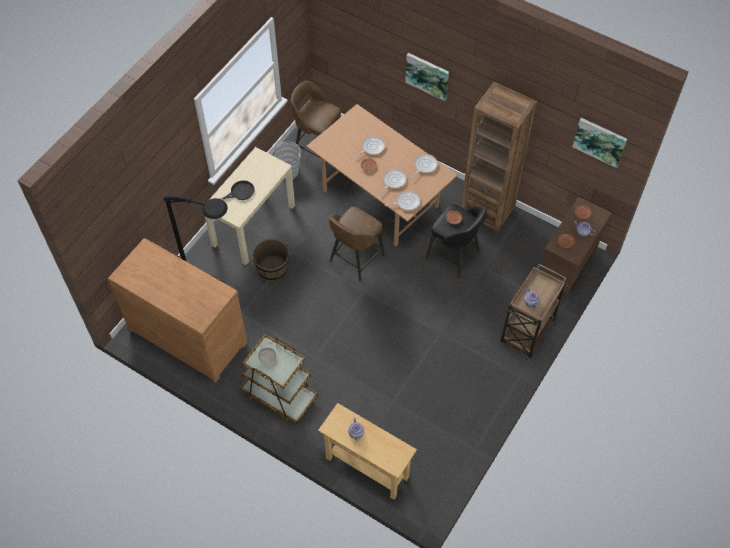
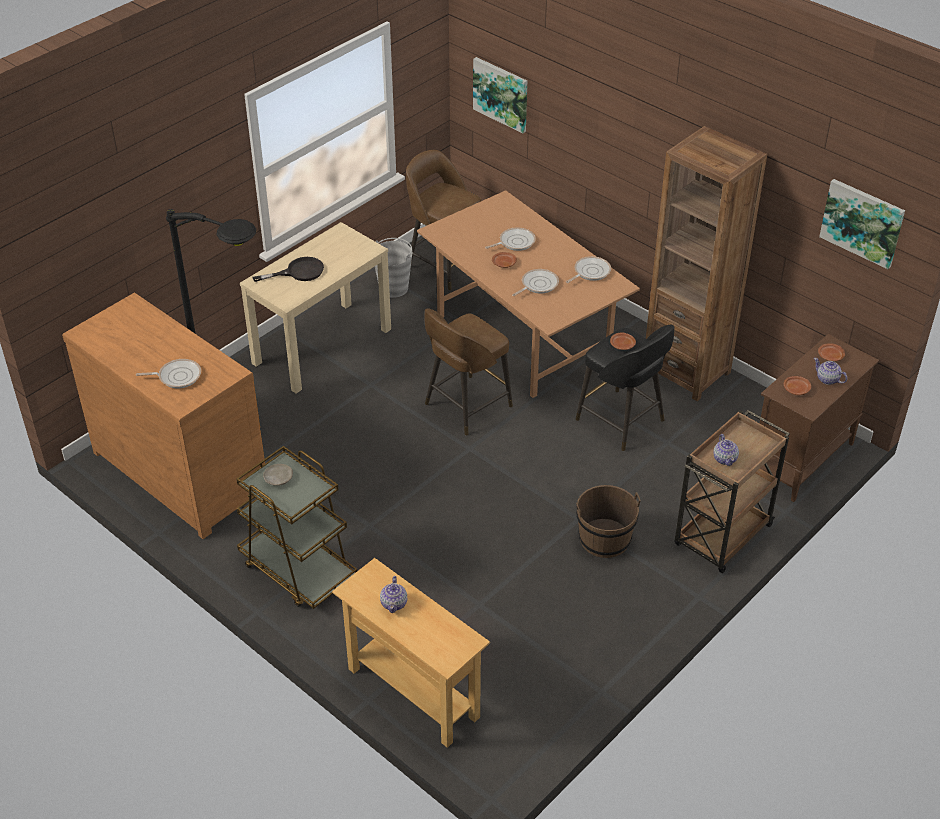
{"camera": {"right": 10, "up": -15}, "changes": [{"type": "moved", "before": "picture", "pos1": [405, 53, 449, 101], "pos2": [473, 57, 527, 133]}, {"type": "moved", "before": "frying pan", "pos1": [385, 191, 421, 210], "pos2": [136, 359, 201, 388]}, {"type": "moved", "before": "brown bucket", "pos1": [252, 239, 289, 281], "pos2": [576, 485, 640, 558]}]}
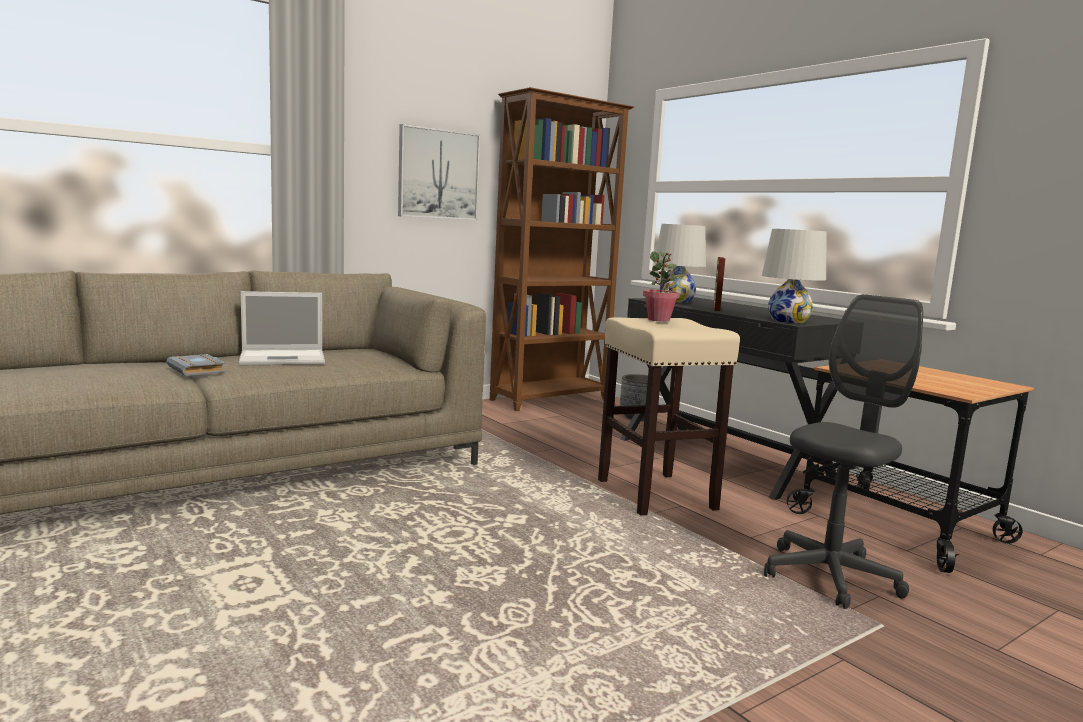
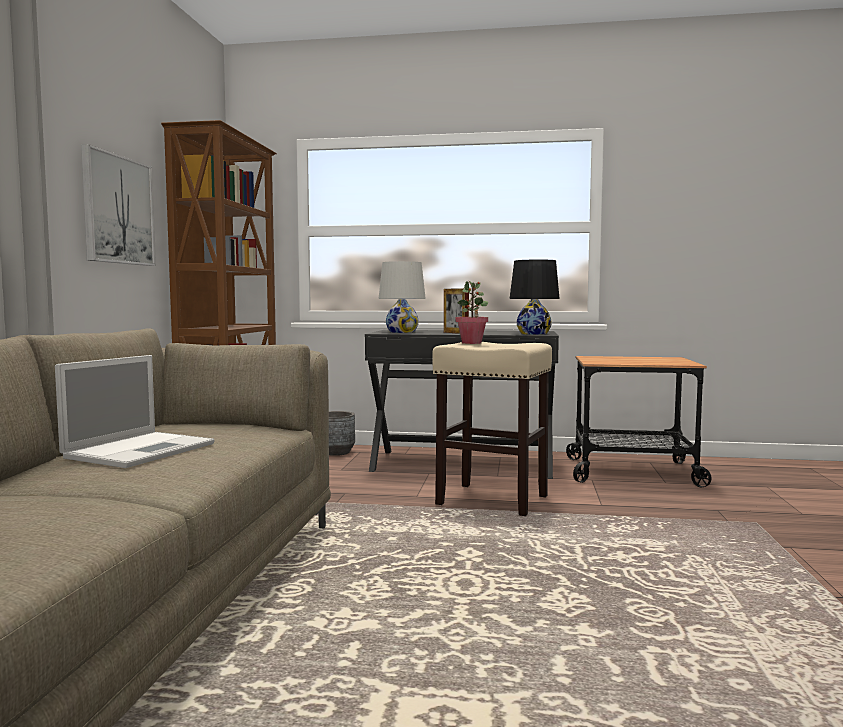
{"camera": {"right": -45, "up": -5}, "changes": [{"type": "recoloured", "before": "white table lamp", "after": "black table lamp", "pos1": [762, 229, 826, 323], "pos2": [510, 259, 560, 335]}, {"type": "removed", "before": "grey office chair", "pos1": [764, 294, 923, 609]}, {"type": "removed", "before": "grey book", "pos1": [166, 354, 226, 376]}]}
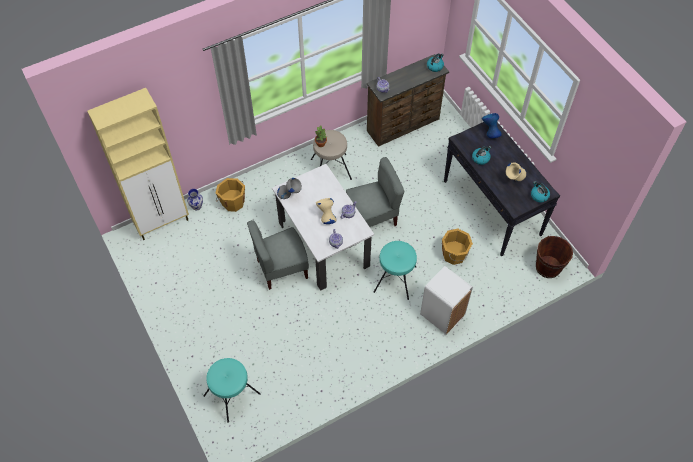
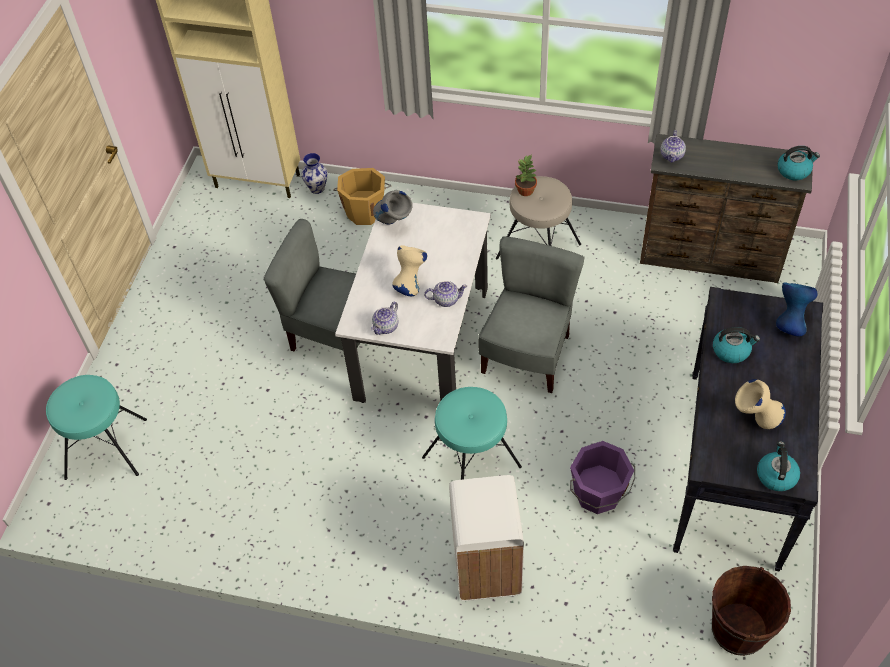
{"camera": {"right": 45, "up": -5}, "changes": [{"type": "turned", "before": "grey chair", "pos1": [346, 157, 404, 227], "pos2": [478, 236, 585, 393], "turn": -90}, {"type": "recoloured", "before": "orange bucket", "after": "purple bucket", "pos1": [442, 229, 473, 265], "pos2": [570, 441, 635, 514]}]}
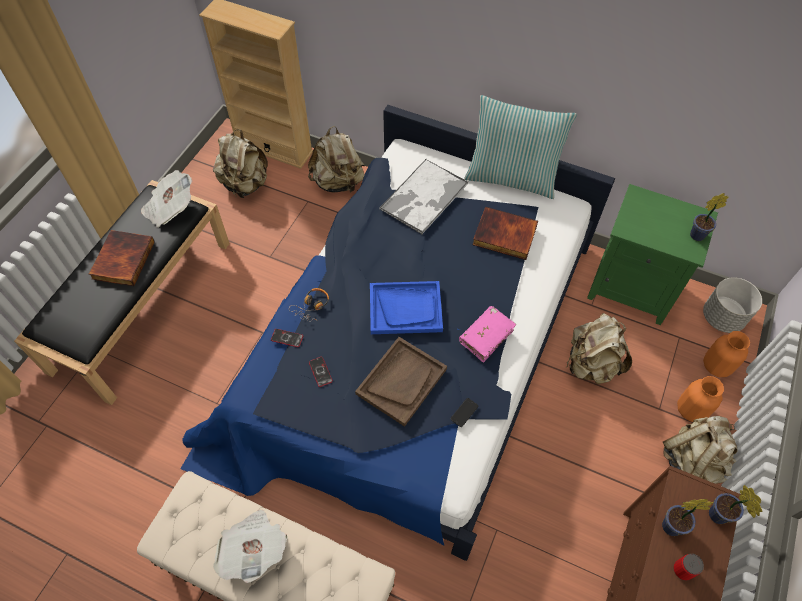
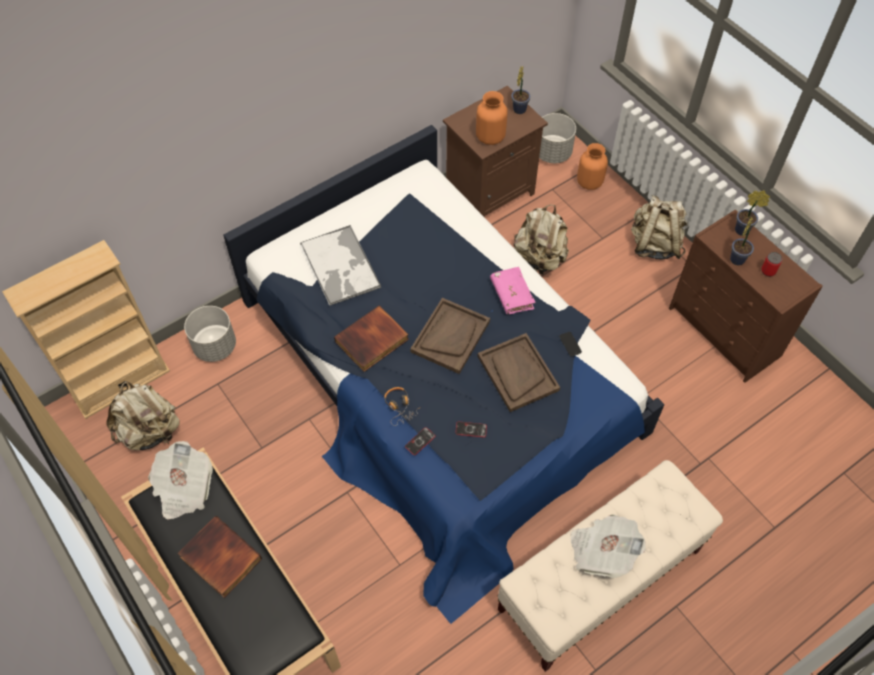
{"camera": {"right": -60, "up": 0}, "changes": [{"type": "removed", "before": "pillow", "pos1": [464, 95, 577, 199]}, {"type": "replaced", "before": "beige backpack", "after": "grey planter", "pos1": [308, 126, 365, 193], "pos2": [184, 306, 236, 362]}, {"type": "recoloured", "before": "green nightstand", "after": "brown nightstand", "pos1": [587, 184, 718, 325], "pos2": [443, 86, 548, 217]}, {"type": "moved", "before": "book", "pos1": [472, 207, 538, 260], "pos2": [334, 305, 409, 372]}, {"type": "recoloured", "before": "blue tray", "after": "brown tray", "pos1": [370, 281, 443, 334], "pos2": [410, 298, 490, 374]}, {"type": "moved", "before": "orange vase", "pos1": [677, 376, 724, 422], "pos2": [476, 91, 508, 145]}]}
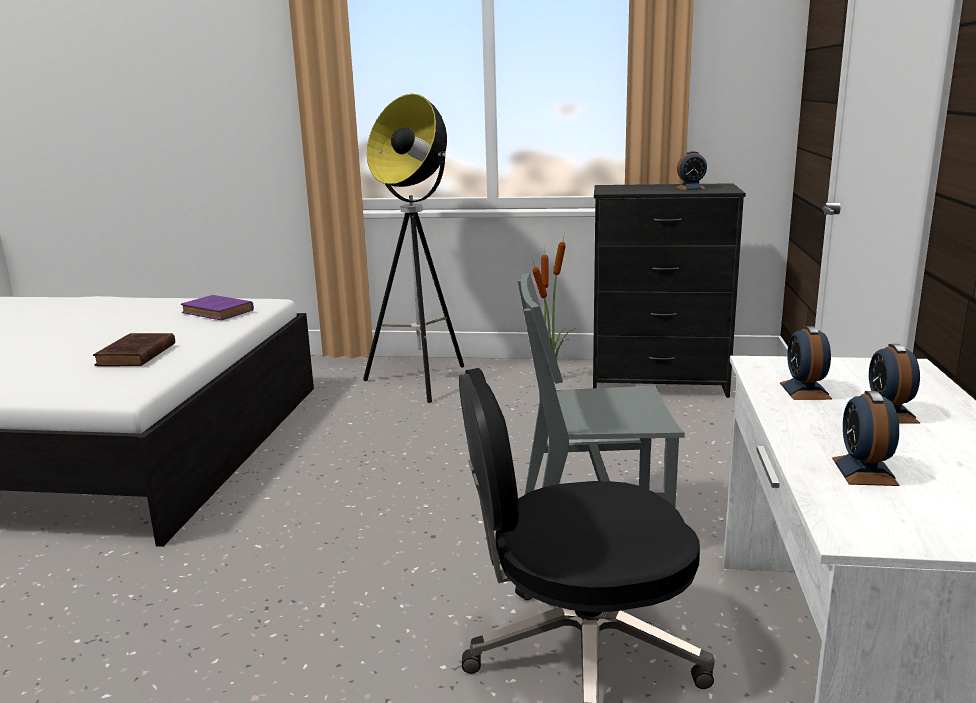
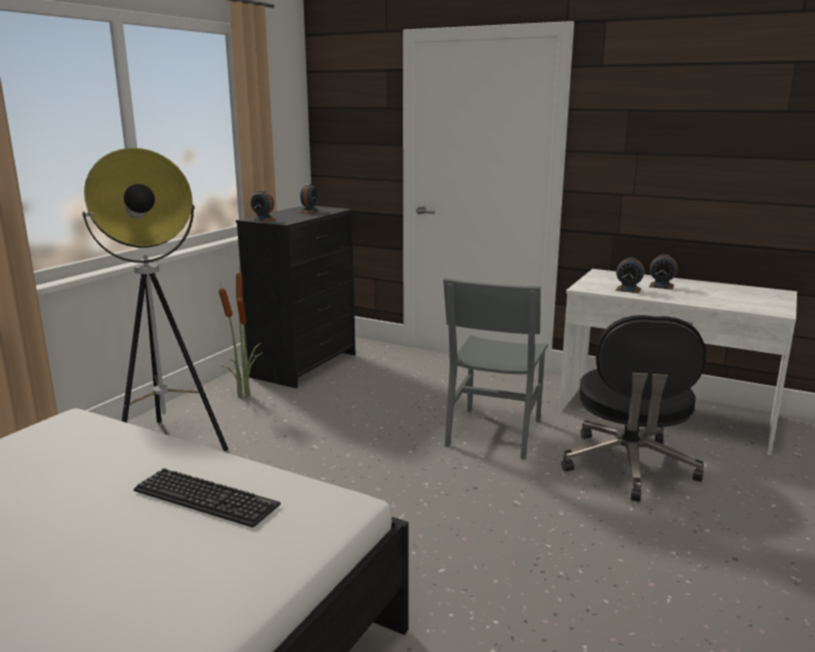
{"camera": {"right": -70, "up": 0}, "changes": [{"type": "removed", "before": "purple book", "pos1": [181, 295, 254, 320]}, {"type": "replaced", "before": "brown book", "after": "keyboard", "pos1": [93, 333, 175, 366], "pos2": [134, 468, 281, 528]}, {"type": "moved", "before": "alarm clock", "pos1": [832, 391, 900, 486], "pos2": [251, 190, 277, 222]}]}
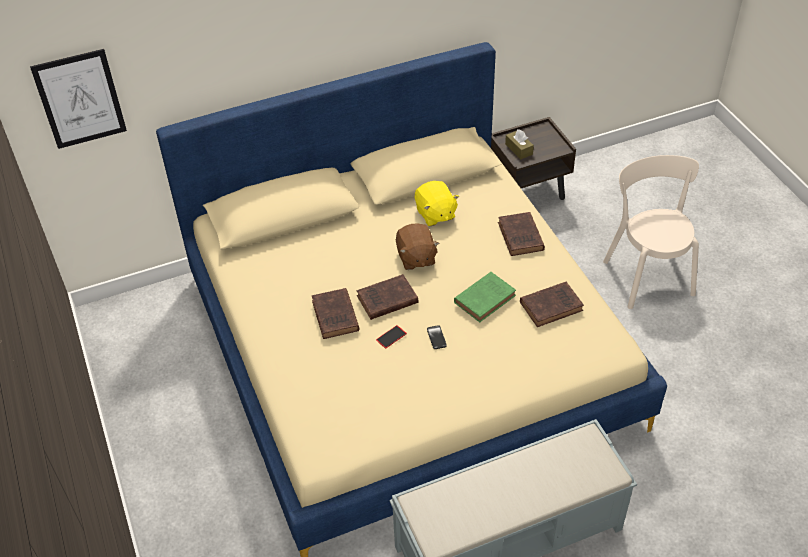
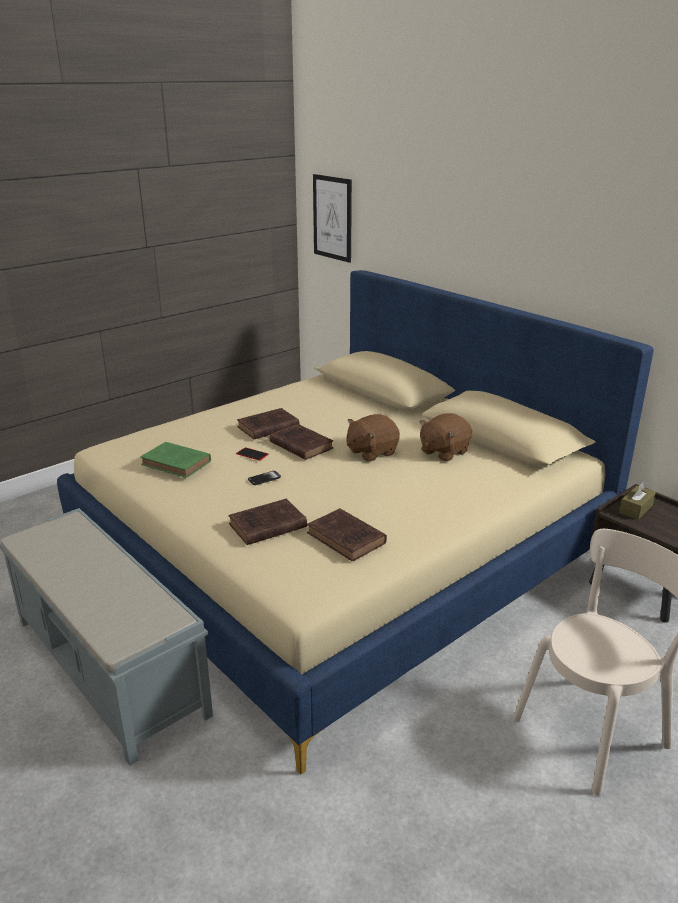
{"camera": {"right": 70, "up": -20}, "changes": [{"type": "recoloured", "before": "yellow plush toy", "after": "brown plush toy", "pos1": [415, 181, 459, 226], "pos2": [420, 413, 472, 462]}, {"type": "moved", "before": "brown book", "pos1": [498, 212, 545, 256], "pos2": [228, 499, 307, 545]}, {"type": "moved", "before": "green book", "pos1": [454, 272, 516, 322], "pos2": [141, 442, 211, 478]}]}
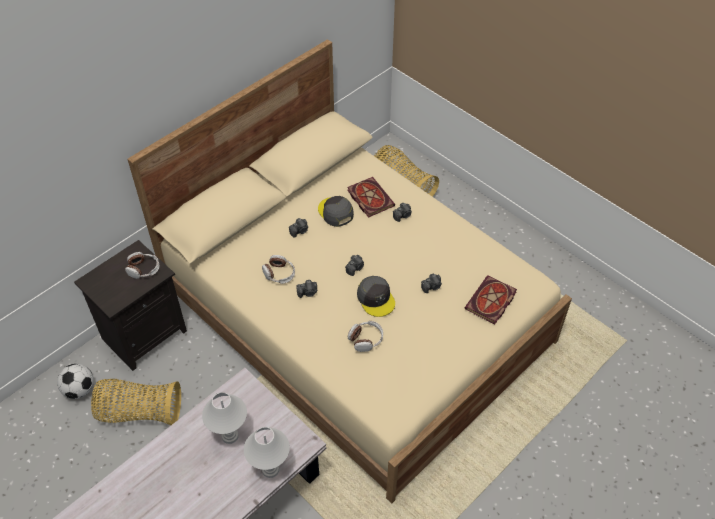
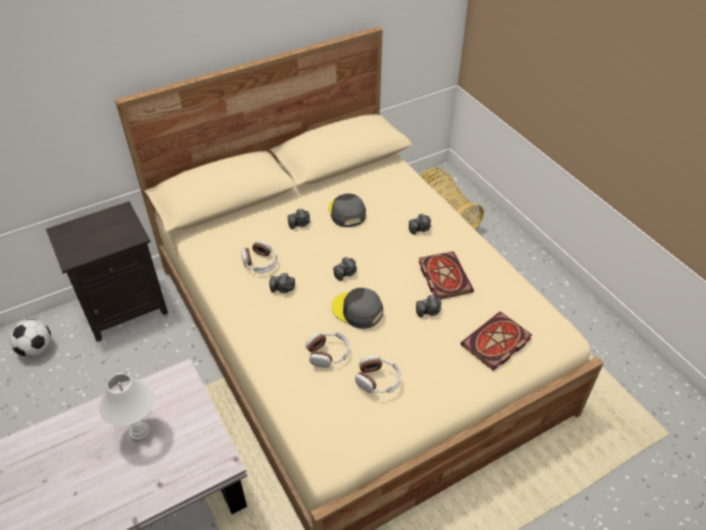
{"camera": {"right": 15, "up": -5}, "changes": [{"type": "moved", "before": "book", "pos1": [347, 177, 395, 218], "pos2": [418, 251, 474, 299]}, {"type": "moved", "before": "headphones", "pos1": [125, 252, 160, 279], "pos2": [355, 356, 401, 393]}, {"type": "turned", "before": "grey cap", "pos1": [357, 276, 395, 317], "pos2": [332, 288, 383, 329], "turn": 135}, {"type": "removed", "before": "basket", "pos1": [91, 379, 181, 425]}, {"type": "removed", "before": "white table lamp", "pos1": [244, 427, 290, 478]}]}
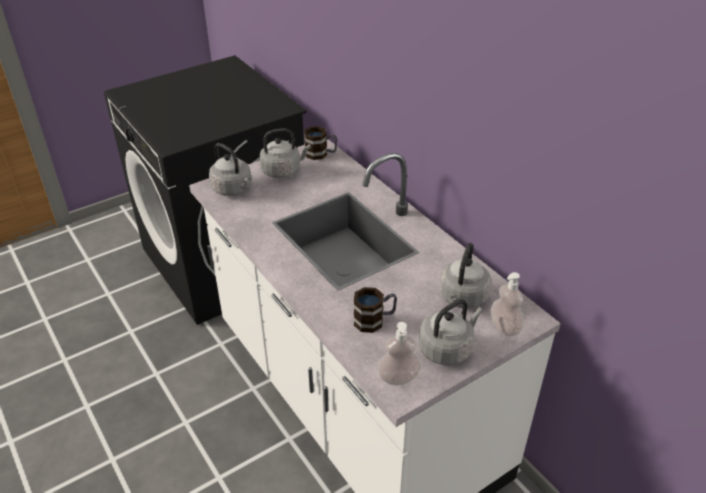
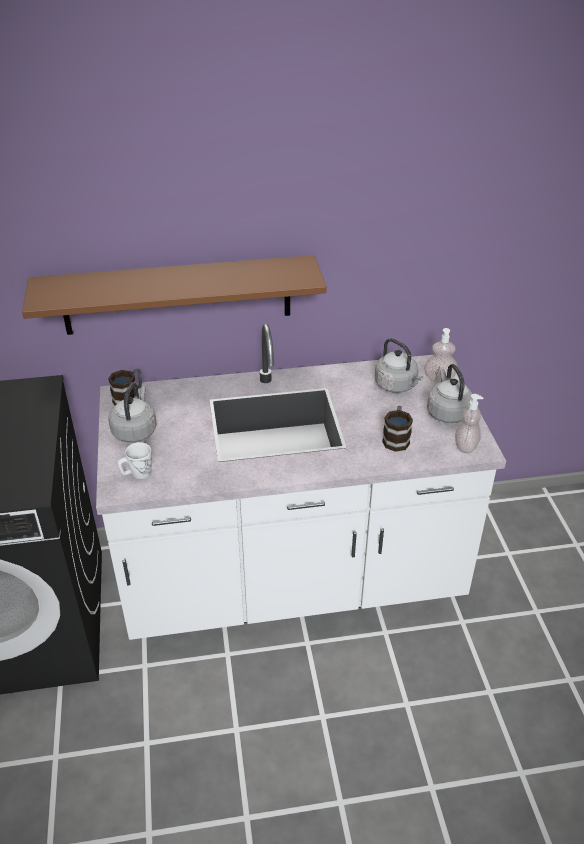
{"camera": {"right": -65, "up": 0}, "changes": [{"type": "replaced", "before": "grey kettle", "after": "white mug", "pos1": [209, 143, 252, 196], "pos2": [118, 442, 152, 479]}, {"type": "added", "after": "brown shelf", "pos2": [22, 255, 327, 335]}]}
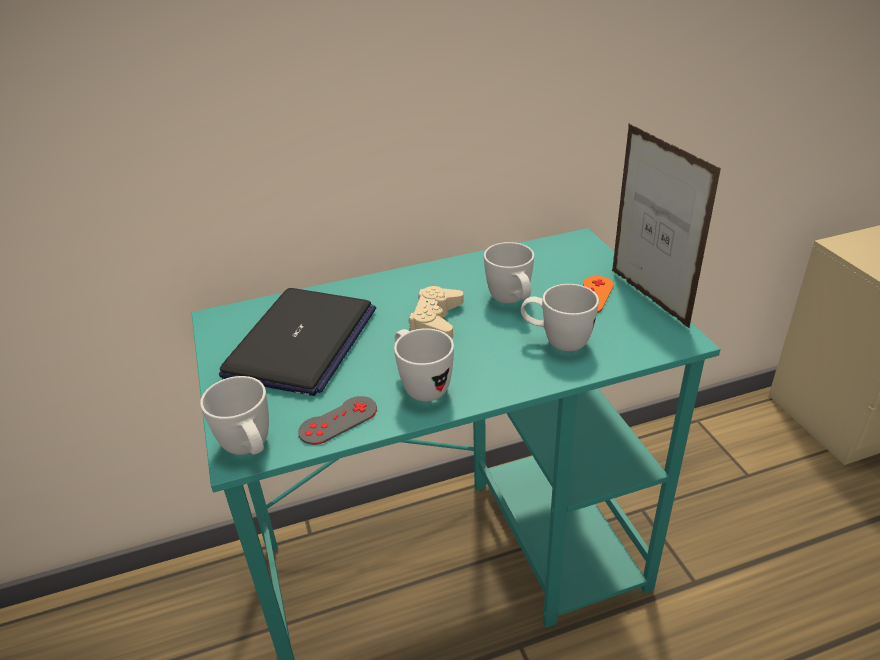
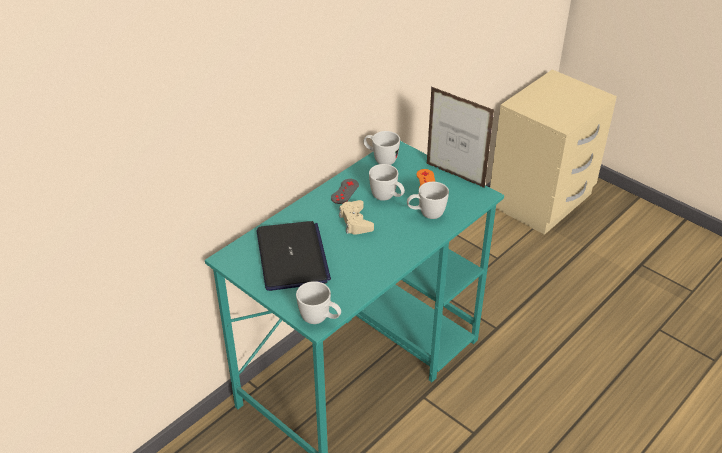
{"camera": {"right": -30, "up": 5}, "changes": [{"type": "moved", "before": "white mug", "pos1": [394, 328, 454, 402], "pos2": [363, 131, 400, 165]}, {"type": "moved", "before": "grey game controller", "pos1": [298, 396, 377, 445], "pos2": [331, 179, 359, 204]}]}
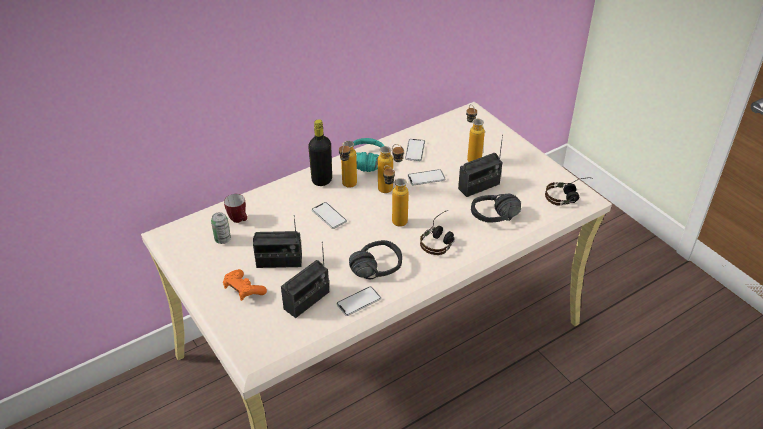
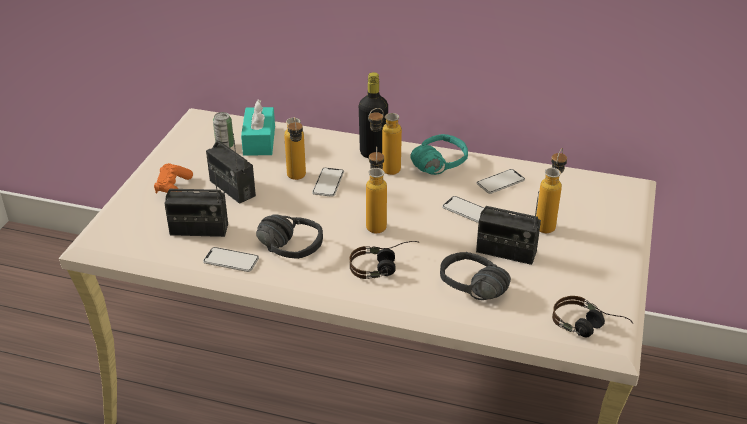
{"camera": {"right": 50, "up": -5}, "changes": [{"type": "moved", "before": "bottle", "pos1": [378, 144, 404, 193], "pos2": [284, 117, 306, 180]}, {"type": "replaced", "before": "mug", "after": "turquoise tissue box", "pos1": [224, 194, 247, 223], "pos2": [241, 99, 275, 156]}]}
